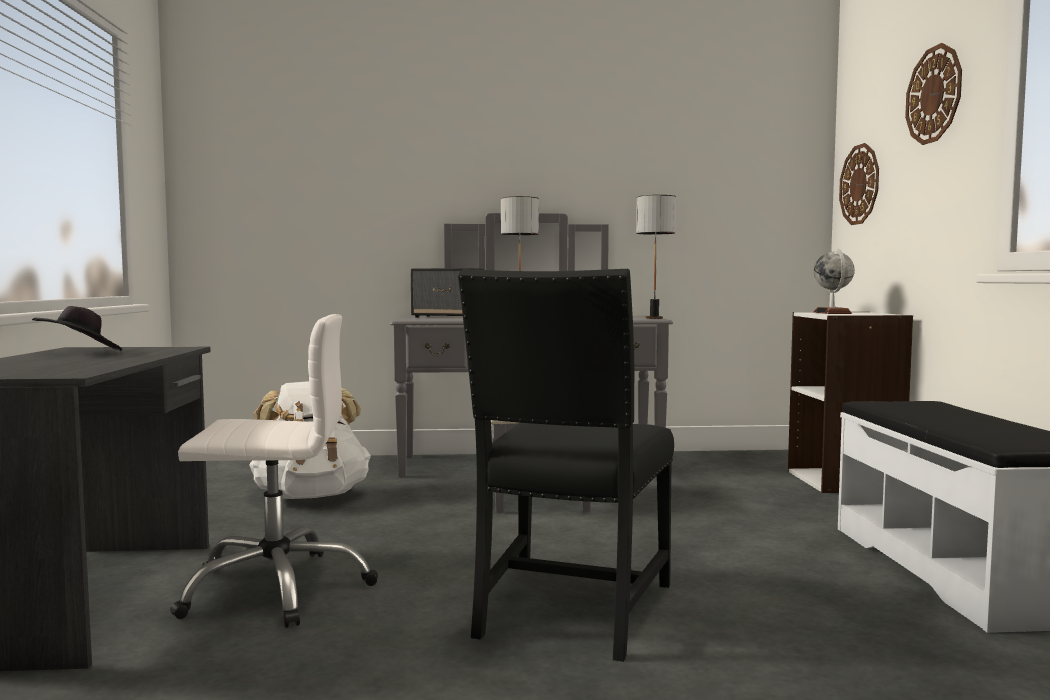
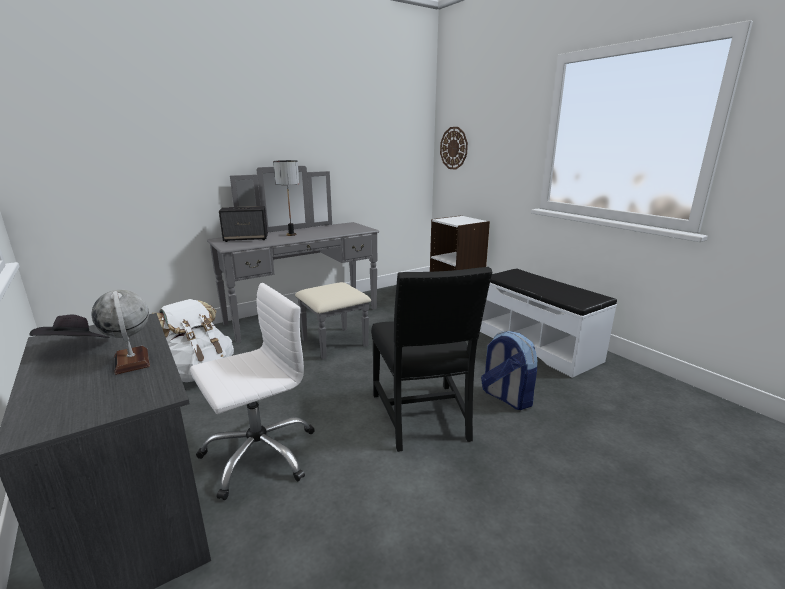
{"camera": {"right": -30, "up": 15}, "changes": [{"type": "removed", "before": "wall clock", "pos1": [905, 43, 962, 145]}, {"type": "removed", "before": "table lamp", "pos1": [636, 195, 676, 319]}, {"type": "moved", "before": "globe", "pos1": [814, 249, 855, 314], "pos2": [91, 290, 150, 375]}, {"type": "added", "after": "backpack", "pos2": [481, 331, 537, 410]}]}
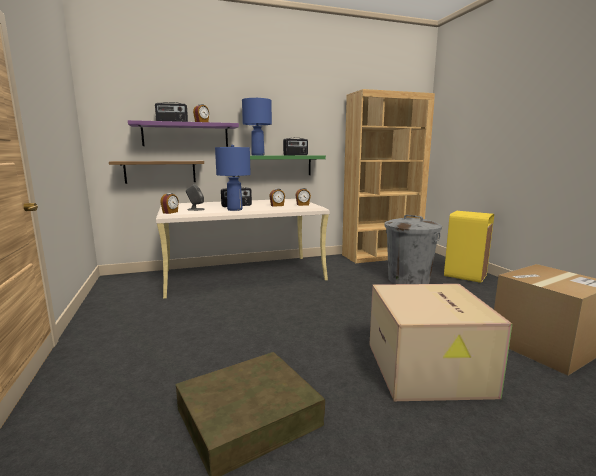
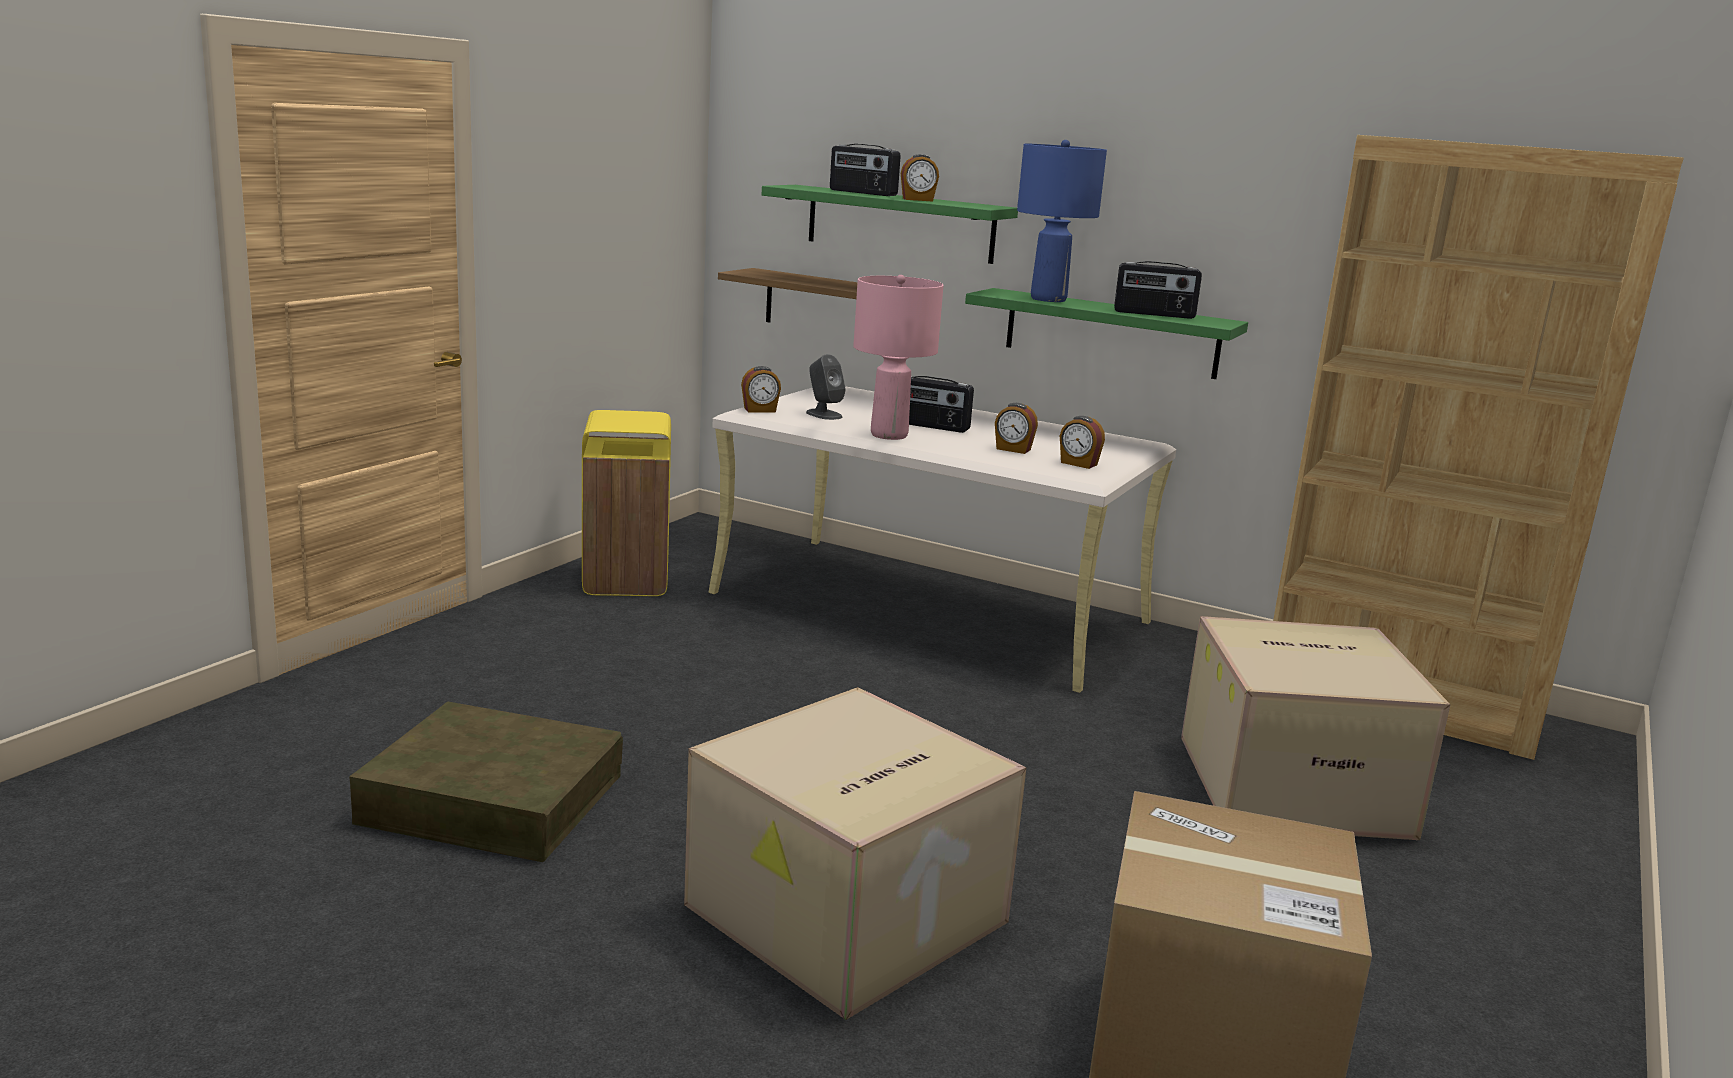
{"camera": {"right": 45, "up": 5}, "changes": [{"type": "recoloured", "before": "purple shelf", "after": "green shelf", "pos1": [128, 120, 239, 147], "pos2": [762, 185, 1018, 264]}, {"type": "recoloured", "before": "blue table lamp", "after": "pink table lamp", "pos1": [215, 145, 251, 211], "pos2": [853, 275, 944, 440]}, {"type": "moved", "before": "yellow trash can", "pos1": [444, 211, 494, 283], "pos2": [582, 410, 671, 596]}, {"type": "replaced", "before": "grey trash can", "after": "cardboard box", "pos1": [384, 215, 442, 284], "pos2": [1181, 616, 1451, 840]}]}
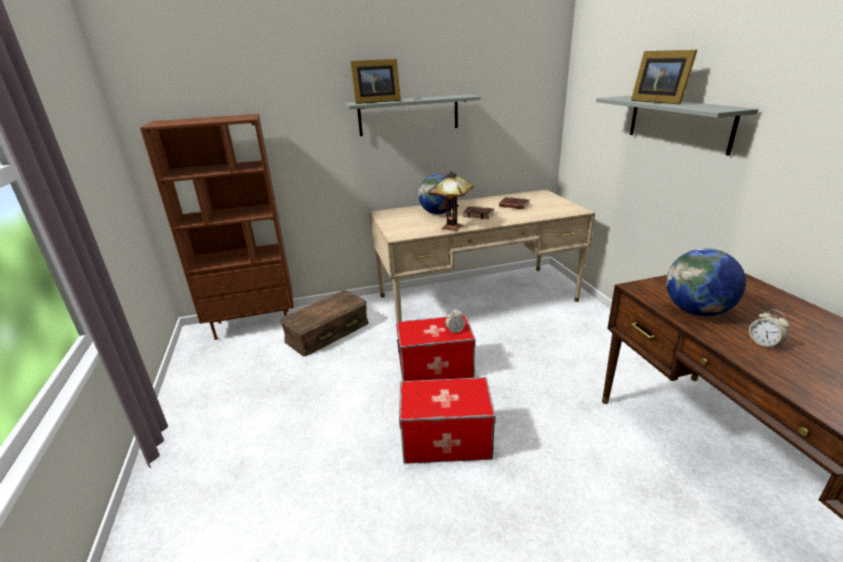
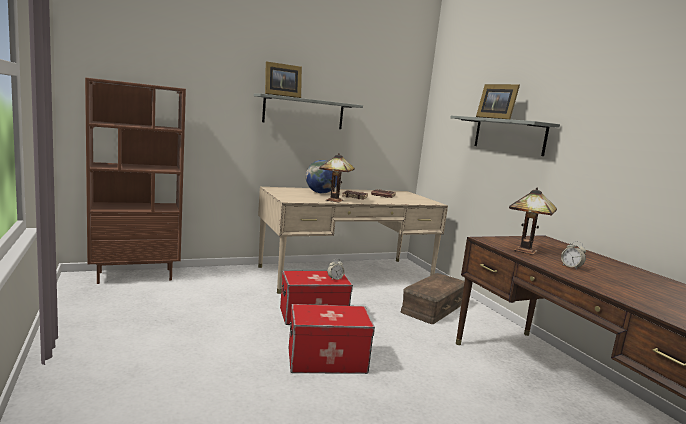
{"camera": {"right": -10, "up": -15}, "changes": [{"type": "replaced", "before": "globe", "after": "table lamp", "pos1": [666, 248, 746, 316], "pos2": [509, 188, 557, 255]}, {"type": "moved", "before": "brown storage box", "pos1": [280, 290, 369, 357], "pos2": [401, 273, 464, 324]}]}
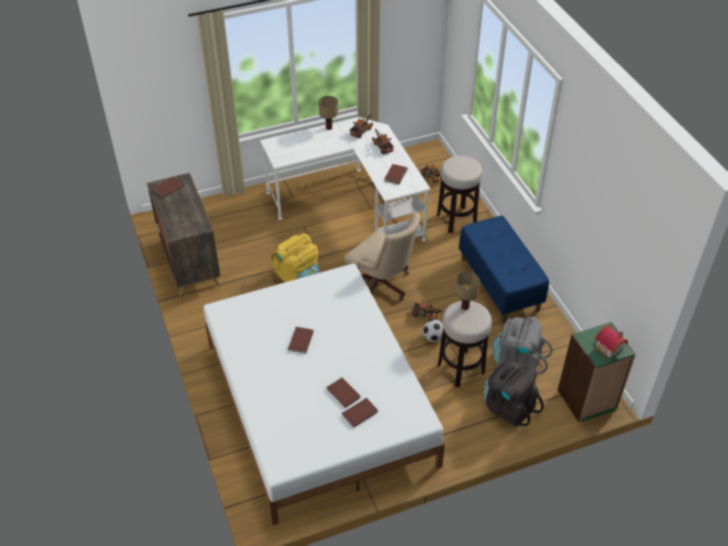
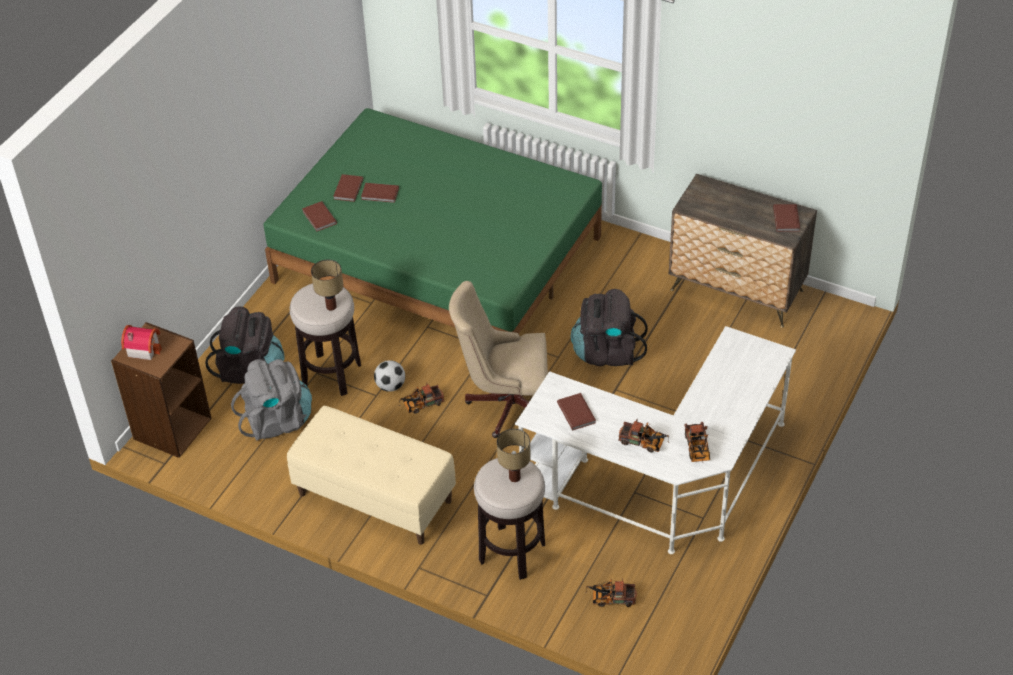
{"camera": {"right": 140, "up": 0}, "changes": [{"type": "moved", "before": "table lamp", "pos1": [319, 96, 338, 130], "pos2": [497, 429, 531, 482]}, {"type": "recoloured", "before": "blue bench", "after": "beige bench", "pos1": [459, 216, 549, 323], "pos2": [287, 406, 456, 545]}, {"type": "recoloured", "before": "yellow backpack", "after": "black backpack", "pos1": [271, 234, 320, 282], "pos2": [571, 289, 648, 366]}, {"type": "recoloured", "before": "white bed", "after": "green bed", "pos1": [203, 264, 445, 525], "pos2": [263, 108, 602, 334]}, {"type": "recoloured", "before": "green bookcase", "after": "brown bookcase", "pos1": [558, 322, 636, 423], "pos2": [111, 322, 212, 458]}, {"type": "moved", "before": "brown book", "pos1": [288, 327, 314, 353], "pos2": [302, 201, 337, 231]}]}
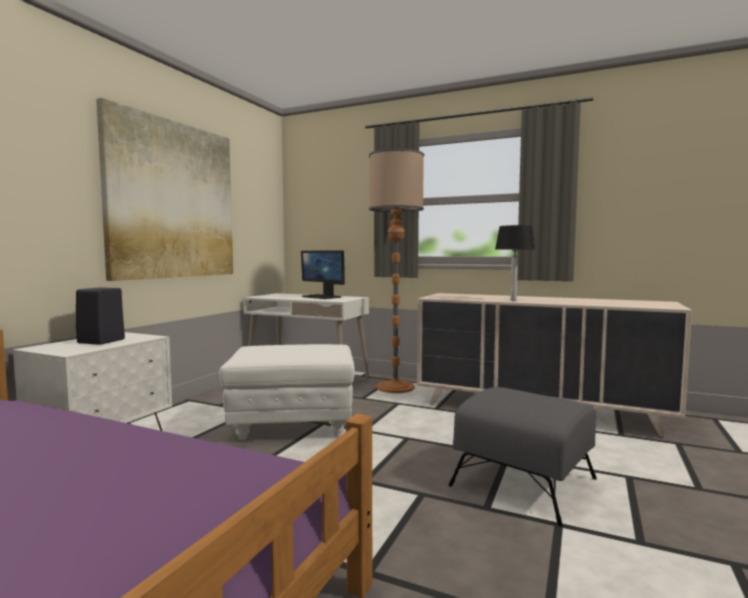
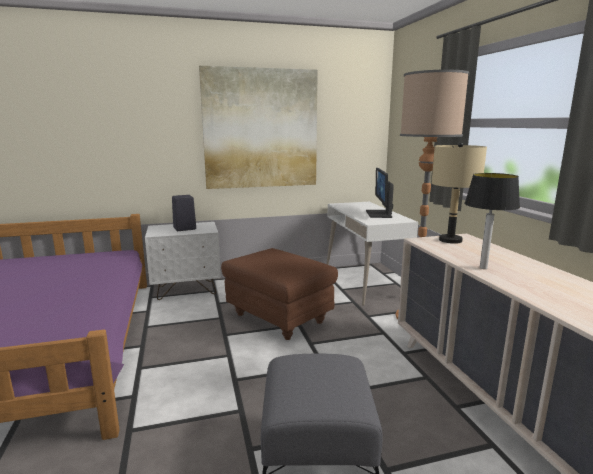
{"camera": {"right": 50, "up": 10}, "changes": [{"type": "recoloured", "before": "white ottoman", "after": "brown ottoman", "pos1": [219, 344, 355, 440], "pos2": [221, 248, 338, 340]}, {"type": "added", "after": "beige table lamp", "pos2": [432, 142, 487, 244]}]}
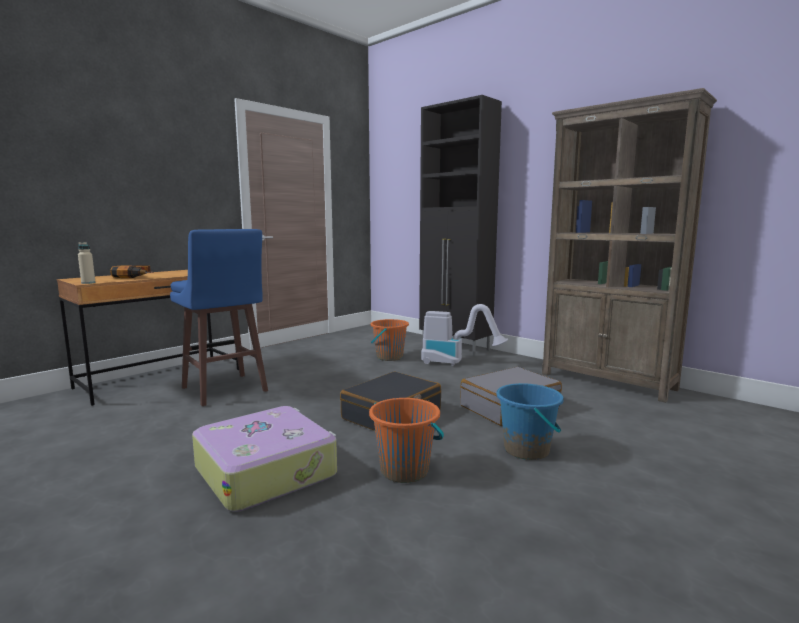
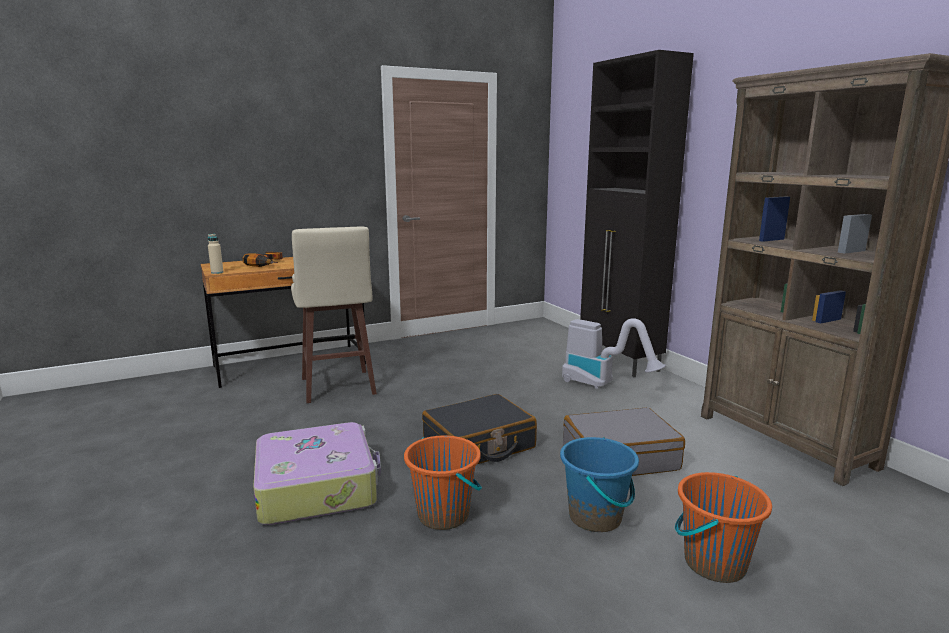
{"camera": {"right": 20, "up": 5}, "changes": [{"type": "recoloured", "before": "blue stool", "after": "beige stool", "pos1": [170, 229, 268, 406], "pos2": [291, 226, 377, 403]}, {"type": "moved", "before": "orange bucket", "pos1": [371, 319, 409, 361], "pos2": [675, 472, 772, 583]}]}
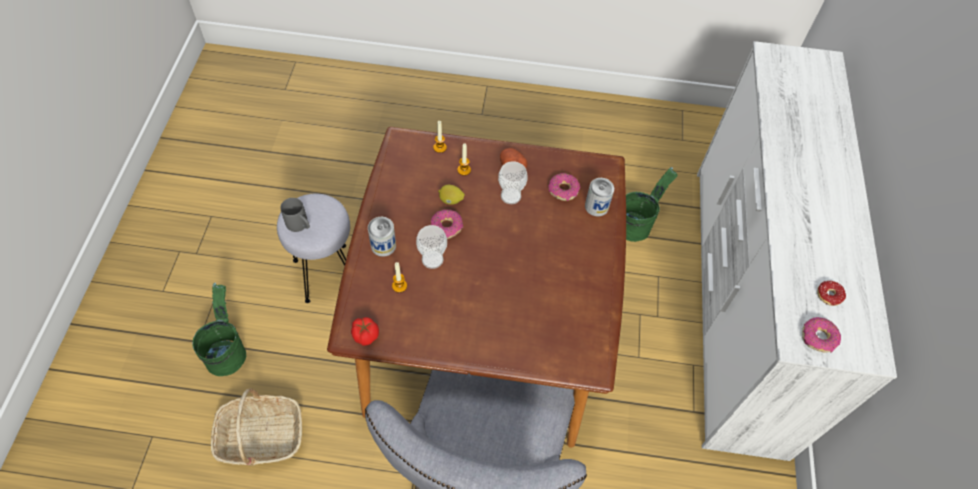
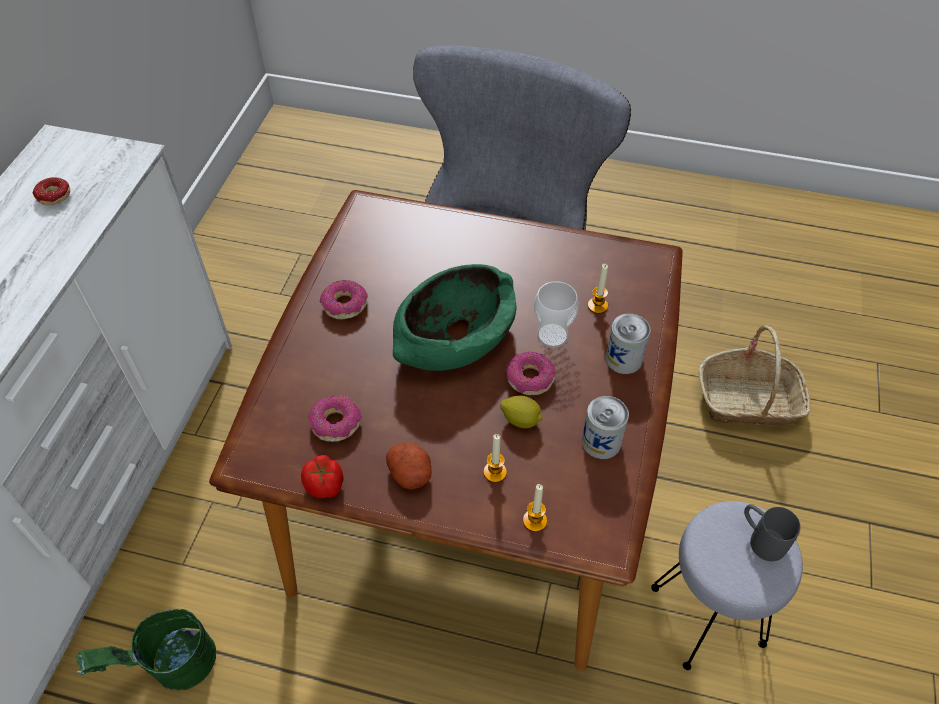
{"camera": {"right": -170, "up": -5}, "changes": [{"type": "removed", "before": "cup", "pos1": [498, 161, 528, 204]}, {"type": "moved", "before": "can", "pos1": [585, 178, 614, 217], "pos2": [582, 396, 629, 459]}, {"type": "removed", "before": "green bucket", "pos1": [192, 283, 246, 376]}, {"type": "moved", "before": "tomato", "pos1": [351, 317, 379, 346], "pos2": [301, 455, 344, 498]}, {"type": "moved", "before": "donut", "pos1": [802, 317, 841, 353], "pos2": [320, 280, 368, 319]}, {"type": "added", "after": "green bowl", "pos2": [393, 264, 516, 371]}]}
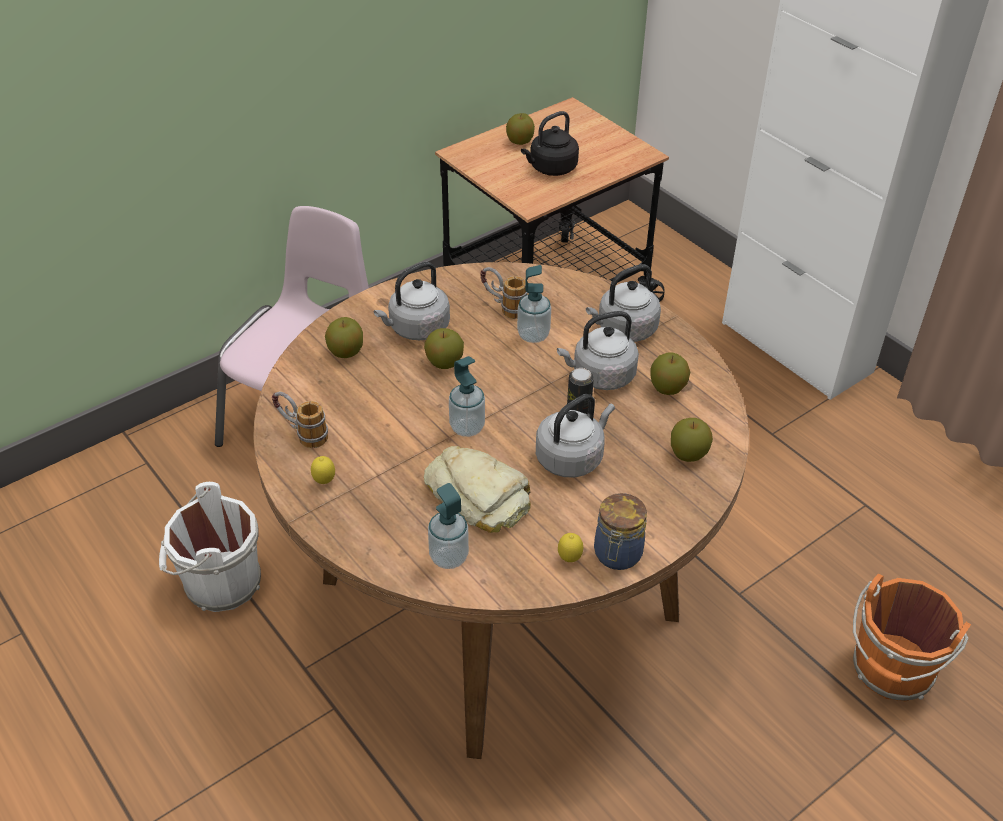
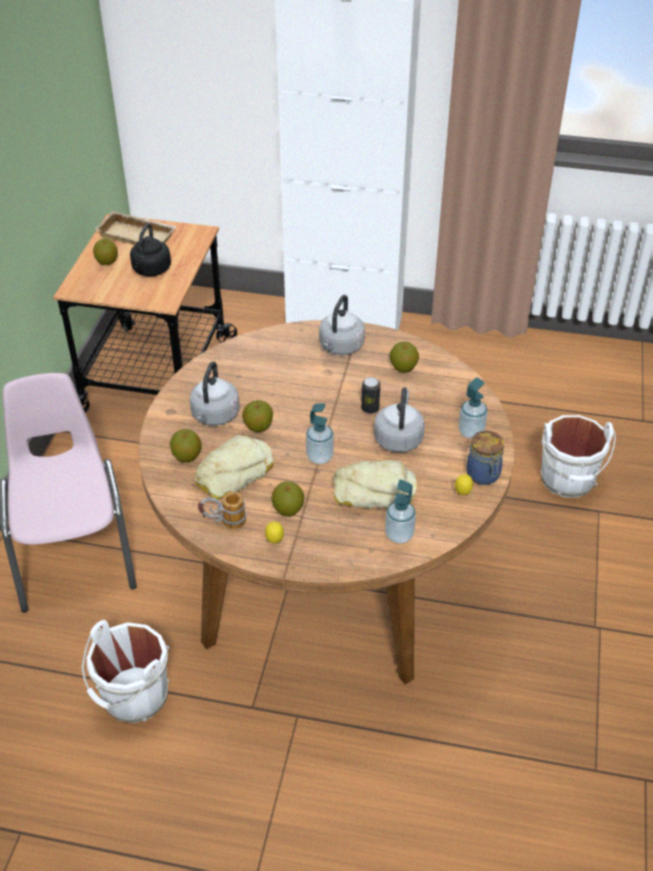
{"camera": {"right": -40, "up": 0}, "changes": [{"type": "moved", "before": "soap dispenser", "pos1": [517, 265, 551, 343], "pos2": [458, 377, 488, 439]}, {"type": "removed", "before": "mug", "pos1": [480, 267, 528, 319]}, {"type": "removed", "before": "grey kettle", "pos1": [557, 311, 639, 390]}, {"type": "moved", "before": "apple", "pos1": [671, 418, 713, 462], "pos2": [272, 481, 304, 517]}, {"type": "recoloured", "before": "orange bucket", "after": "white bucket", "pos1": [853, 574, 971, 702], "pos2": [541, 415, 616, 498]}, {"type": "added", "after": "beige tray", "pos2": [95, 211, 177, 245]}, {"type": "added", "after": "bread", "pos2": [194, 435, 273, 499]}]}
